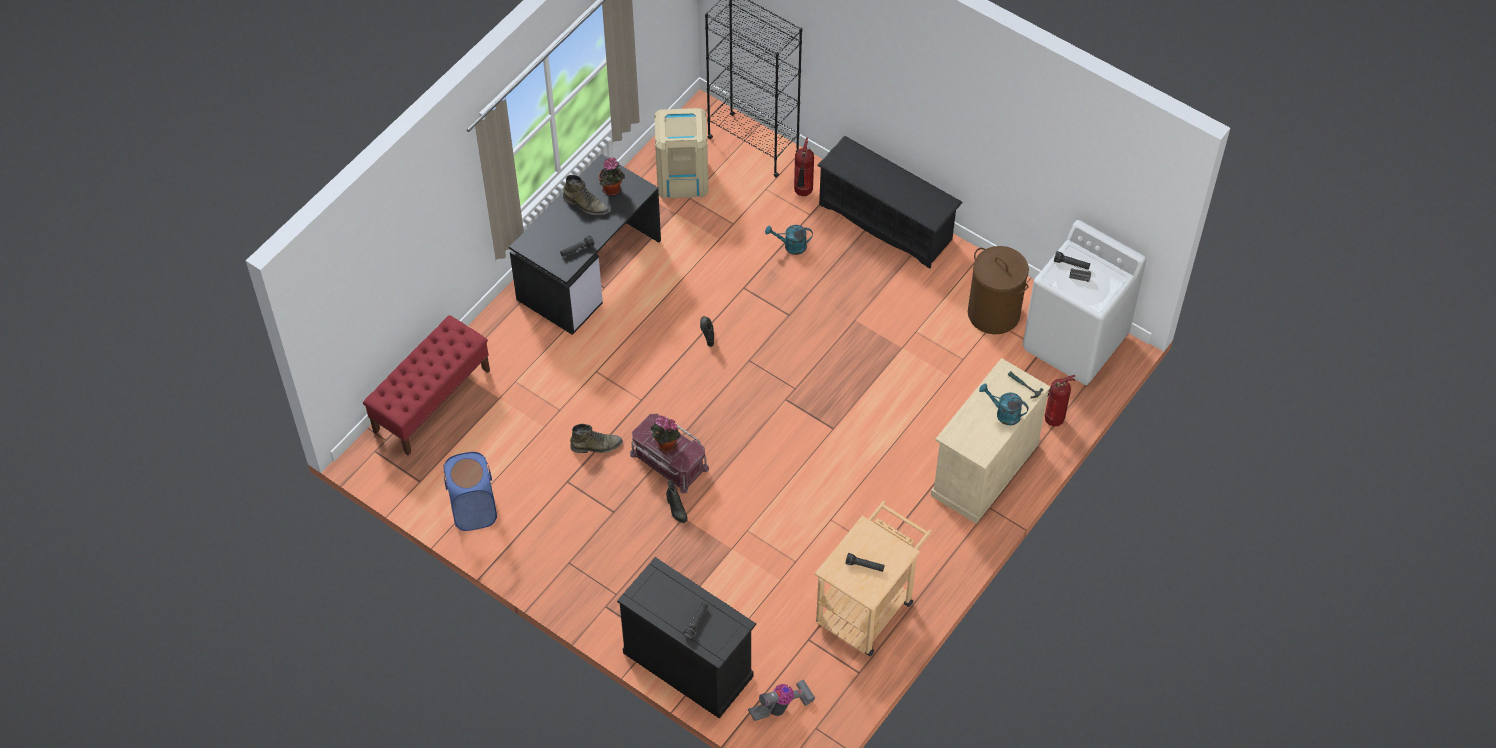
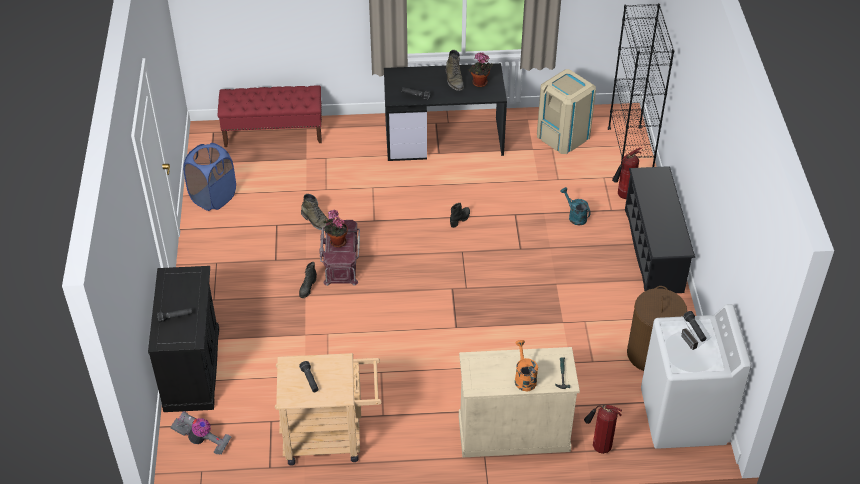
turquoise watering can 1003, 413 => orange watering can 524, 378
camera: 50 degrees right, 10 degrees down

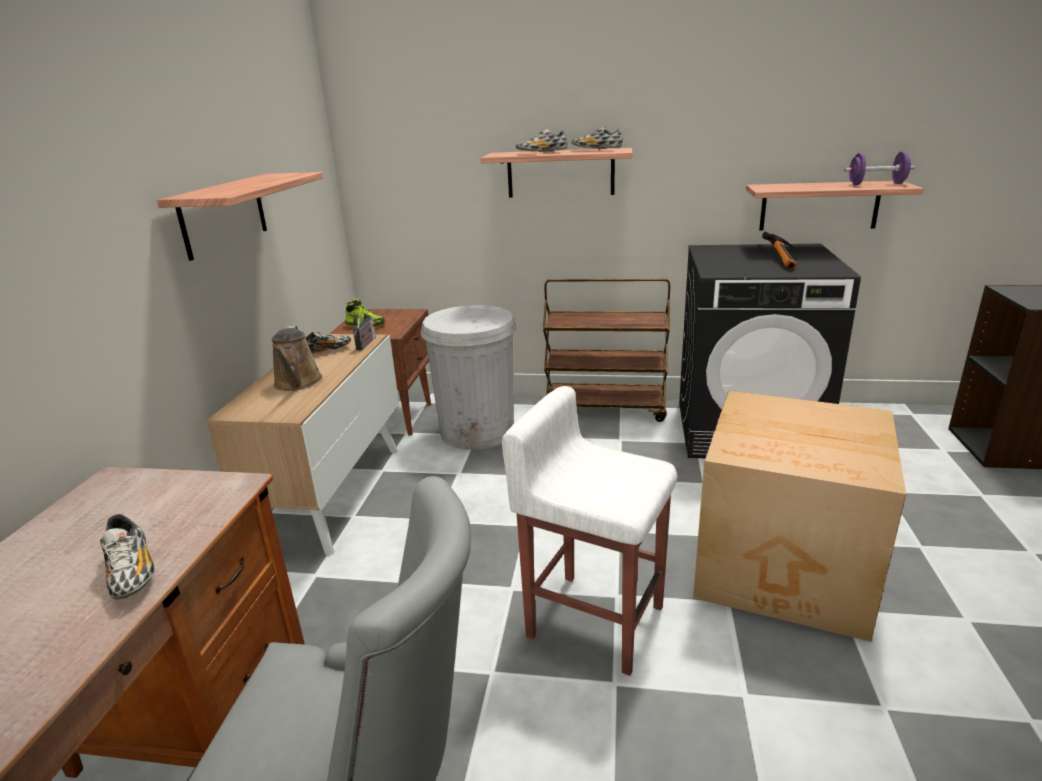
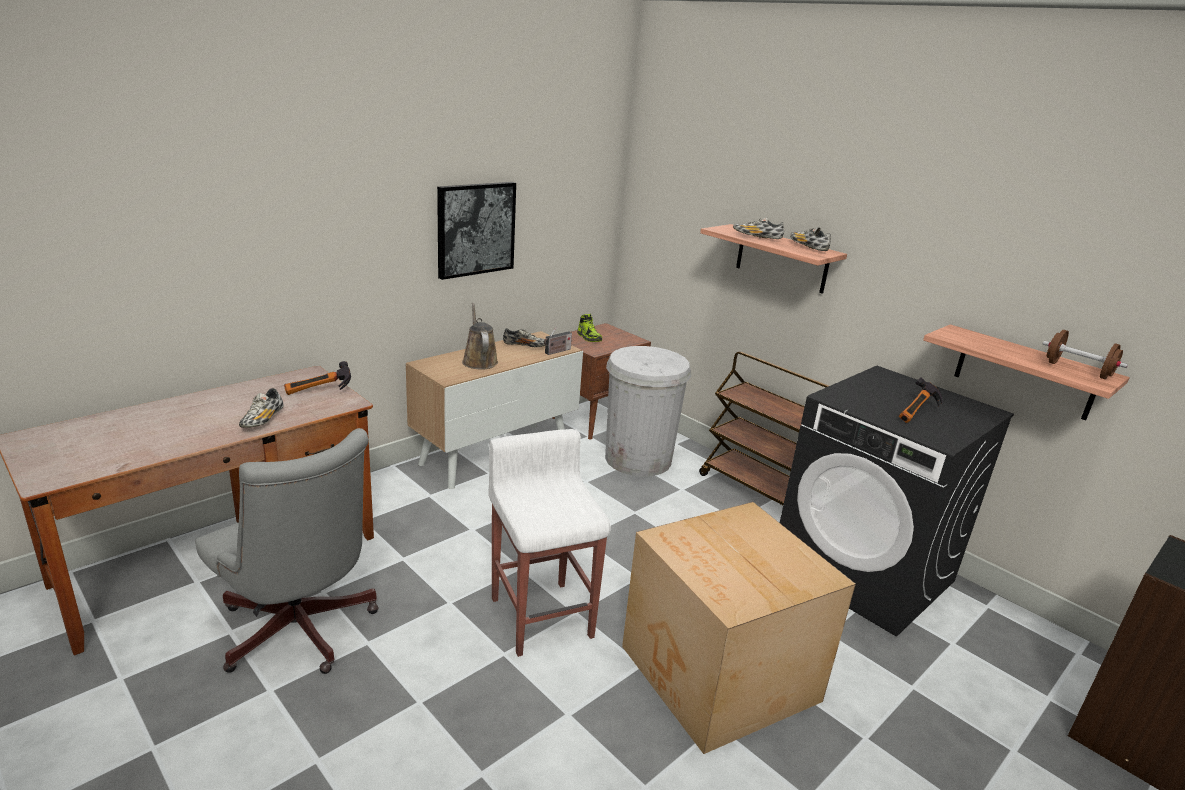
shelf 224, 215 => picture 475, 229
brown watering can 297, 383 => brown watering can 479, 361, 135 degrees clockwise
purple dumbbell 876, 184 => brown dumbbell 1077, 370
nothing => hammer 319, 392
camera: 35 degrees right, 0 degrees up

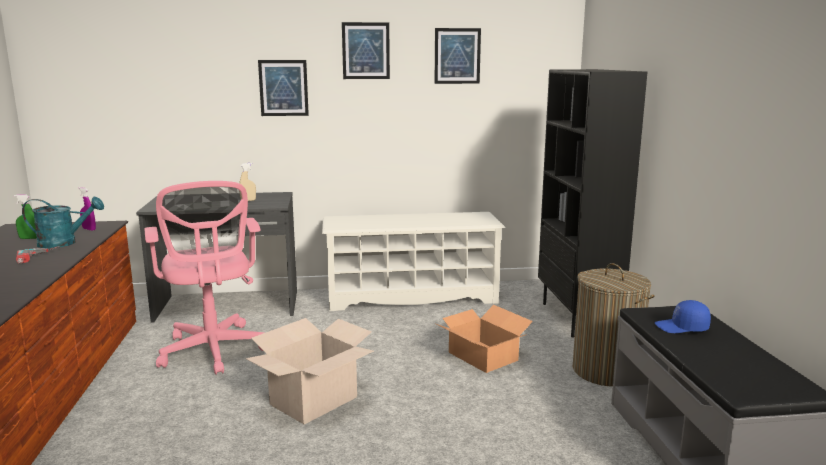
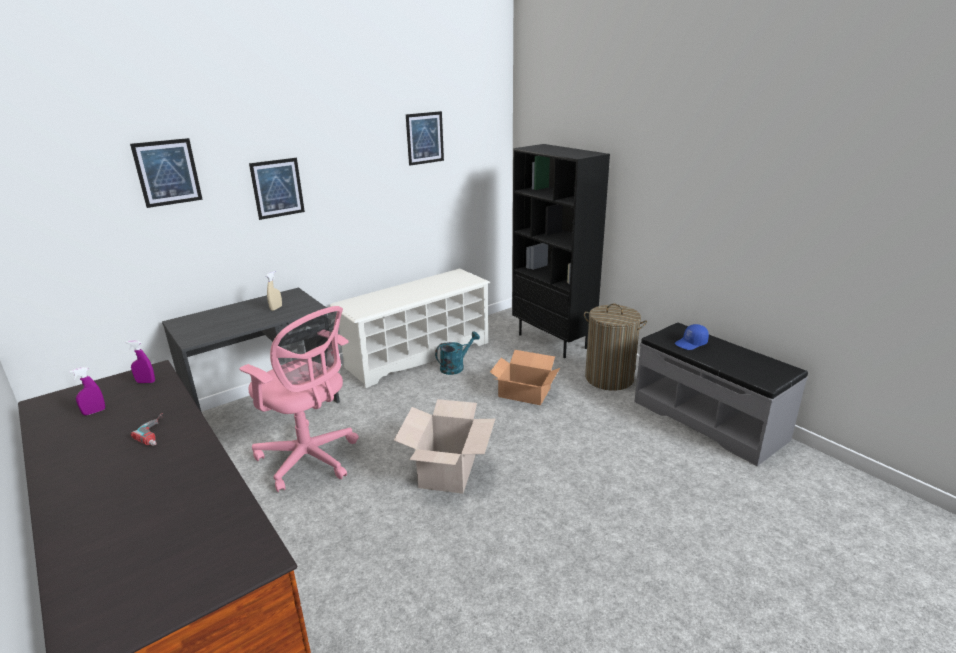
green spray bottle 29, 238 => purple spray bottle 94, 412
turquoise watering can 64, 243 => turquoise watering can 456, 367, relocated
picture 366, 51 => picture 167, 172, relocated
camera: 30 degrees left, 10 degrees up

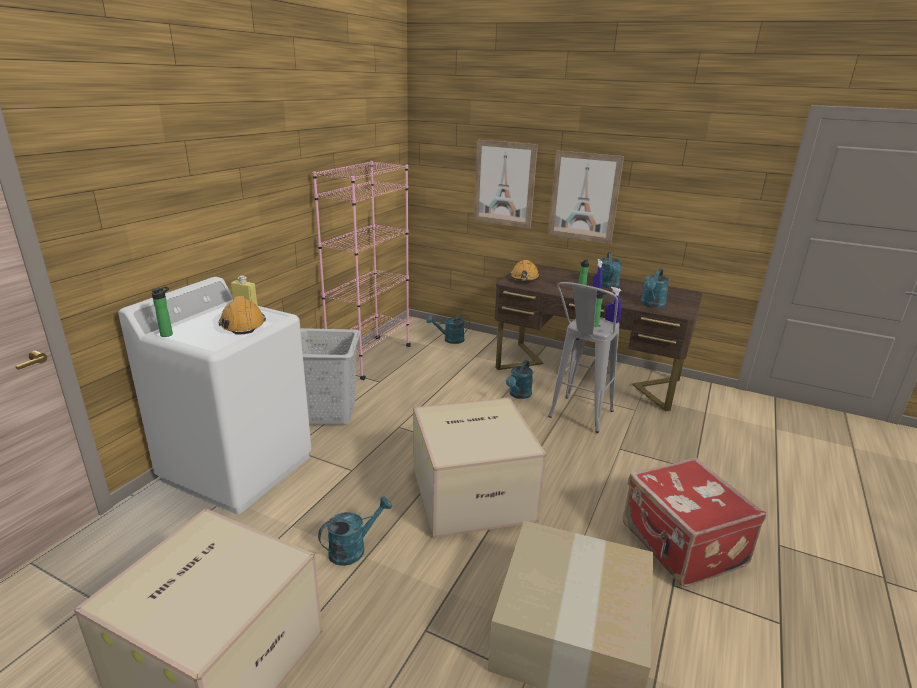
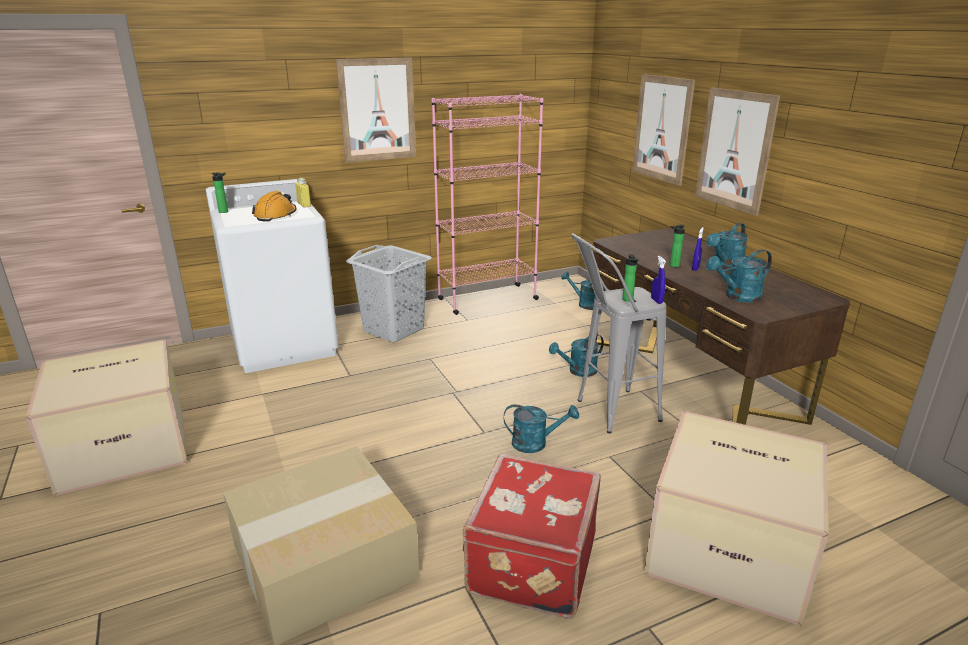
turquoise watering can 353, 548 => turquoise watering can 536, 443, relocated
cardboard box 473, 493 => cardboard box 730, 547, relocated
orange hard hat 524, 278 => nothing
nothing => picture 377, 110
camera: 40 degrees right, 0 degrees up

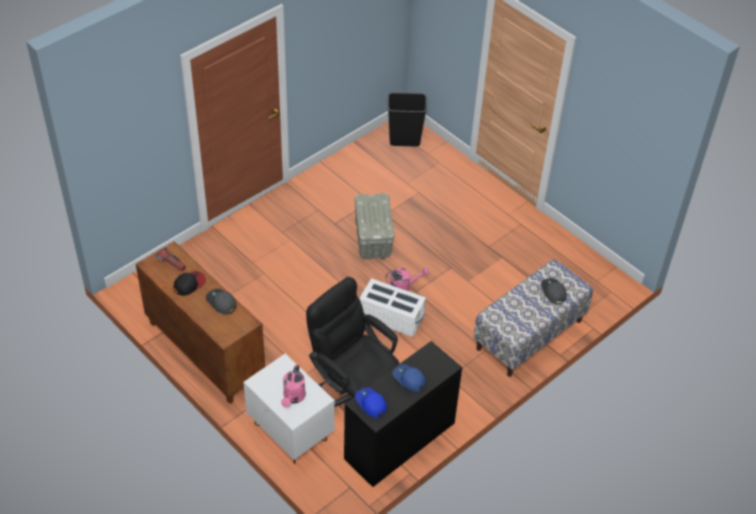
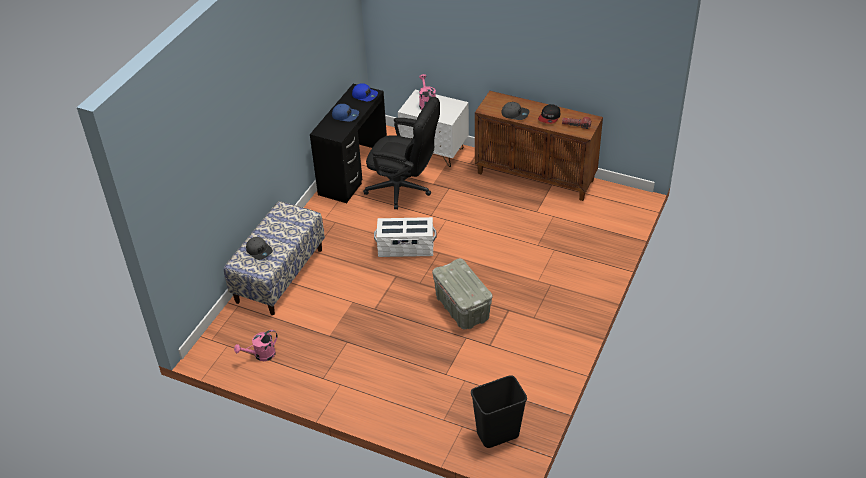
pink watering can 403, 287 => pink watering can 261, 355, relocated
camera: 160 degrees right, 5 degrees down

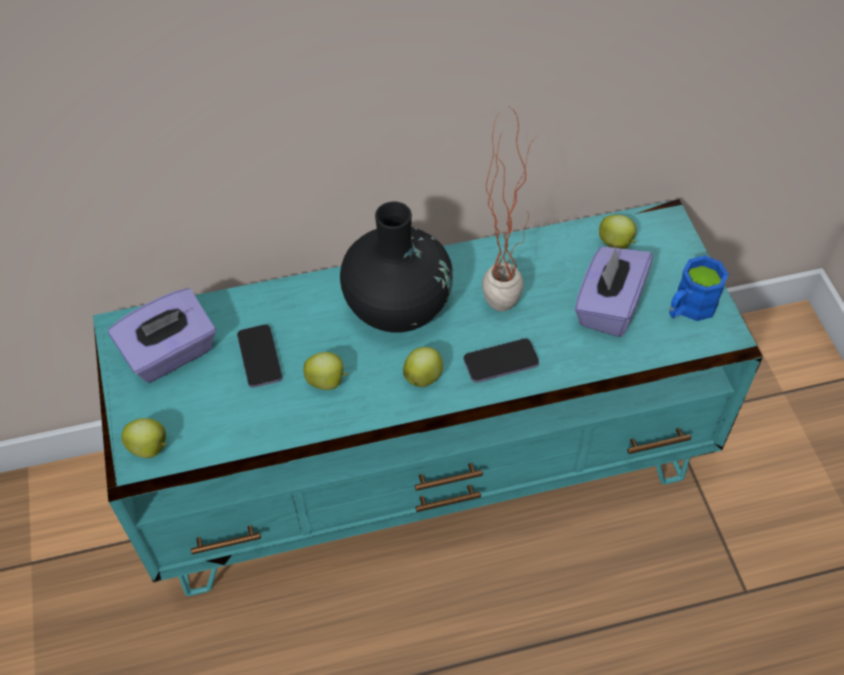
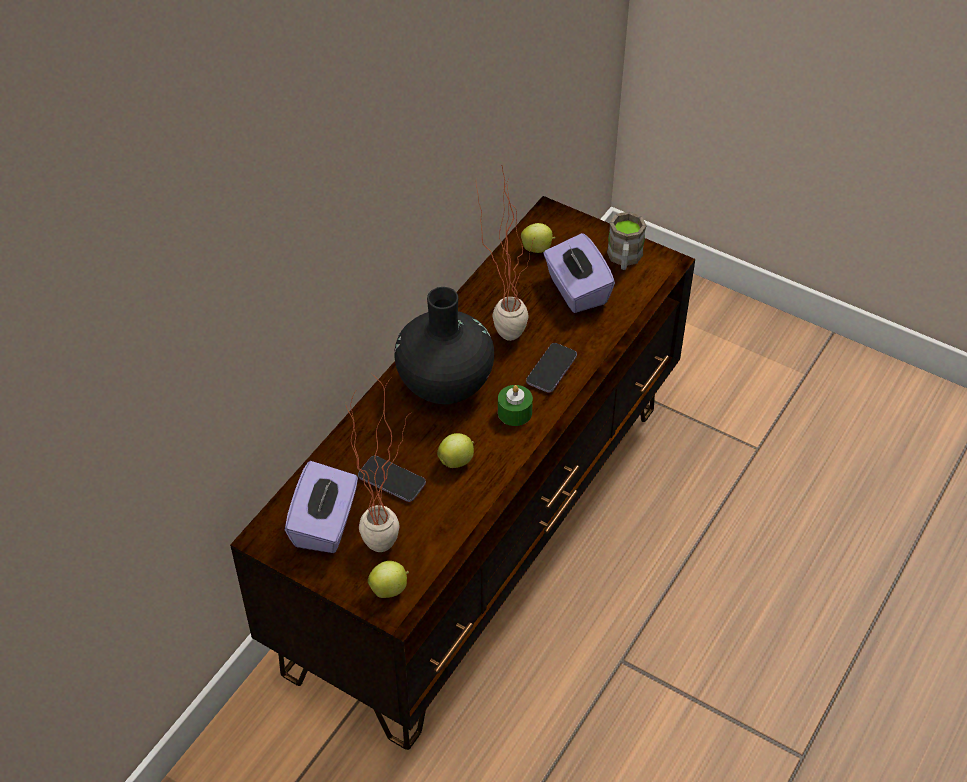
turquoise tv stand 426, 471 => brown tv stand 483, 533
apple 423, 376 => green candle 514, 412
blue mug 689, 308 => brown mug 624, 259
nothing => potted plant 390, 538
camera: 45 degrees left, 5 degrees down

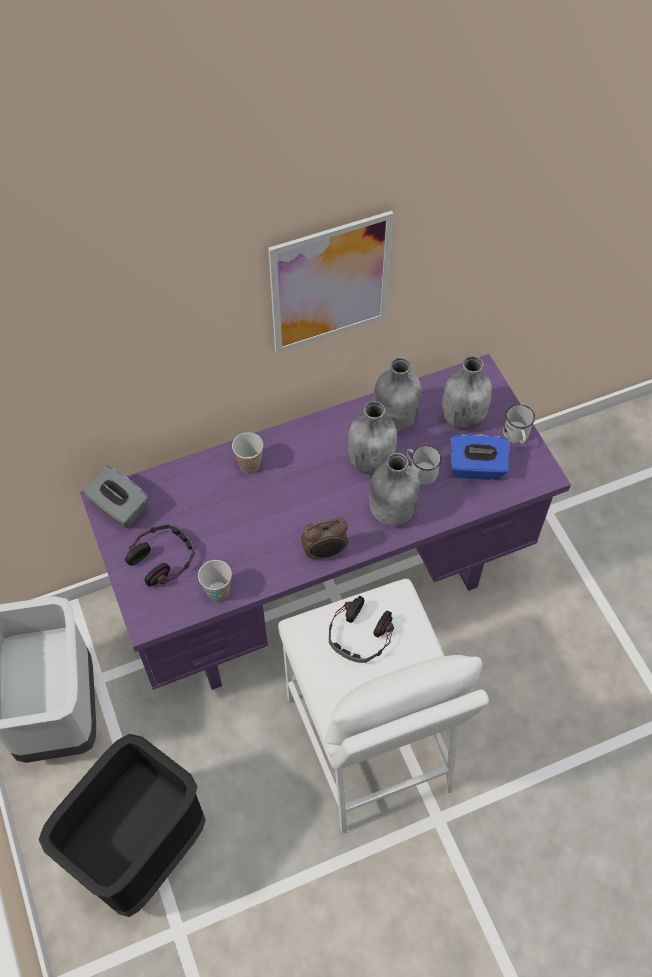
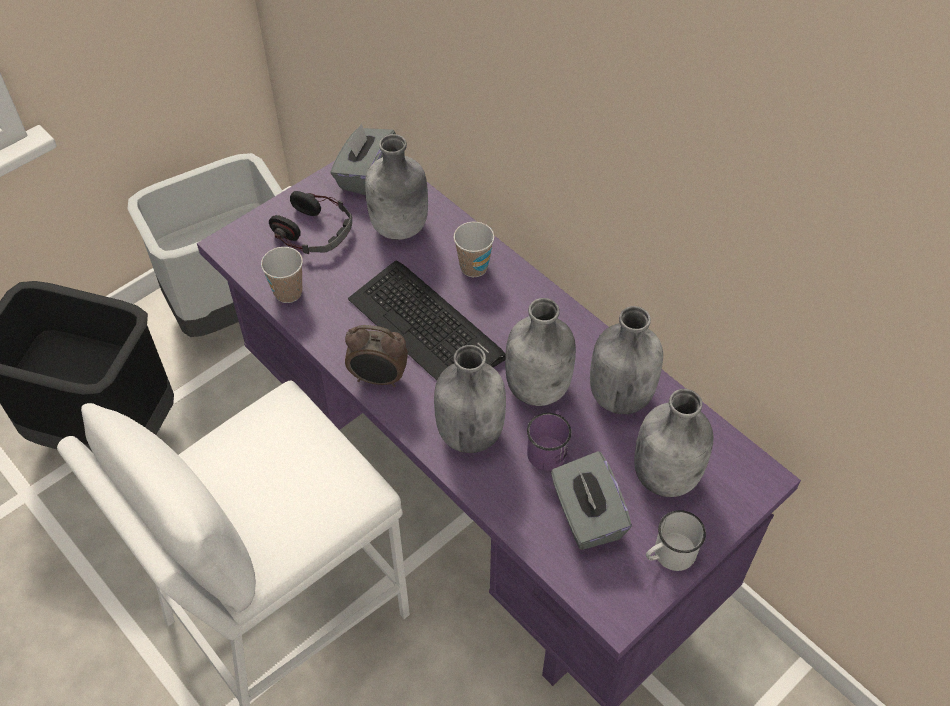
picture 330, 283 => nothing
alarm clock 325, 552 => alarm clock 378, 379, 45 degrees counterclockwise
headphones 360, 635 => nothing
white mug 420, 471 => purple mug 548, 448
blue tissue box 476, 468 => grey tissue box 586, 516
nothing => keyboard 426, 327
nothing => grey bottle 400, 227
camera: 70 degrees right, 5 degrees down

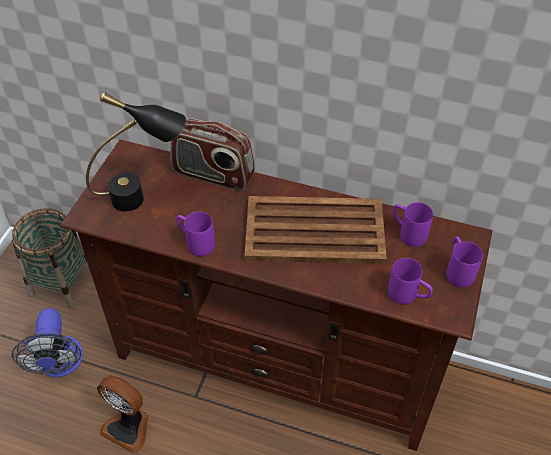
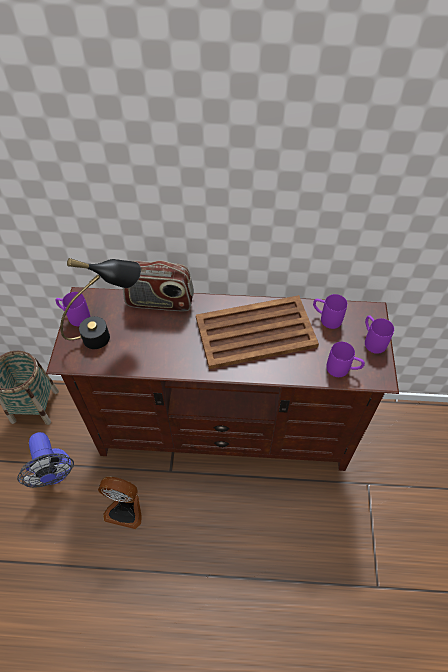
purple mug 195, 242 => purple mug 75, 316, relocated
camera: 15 degrees left, 5 degrees up

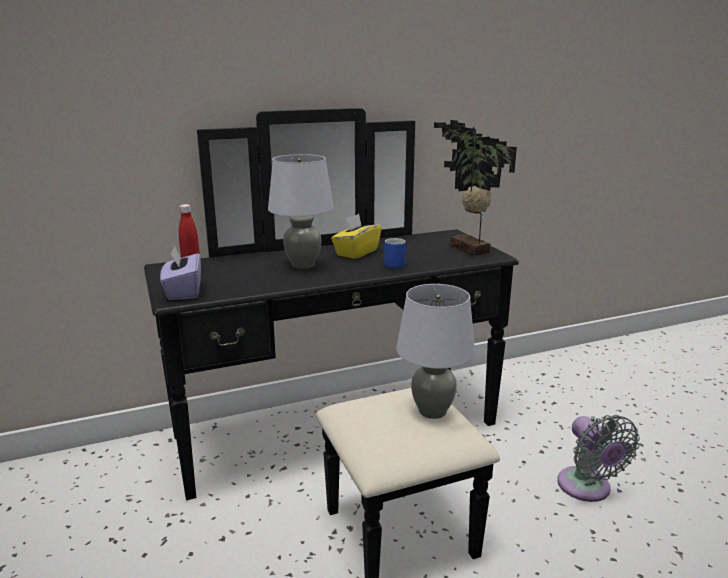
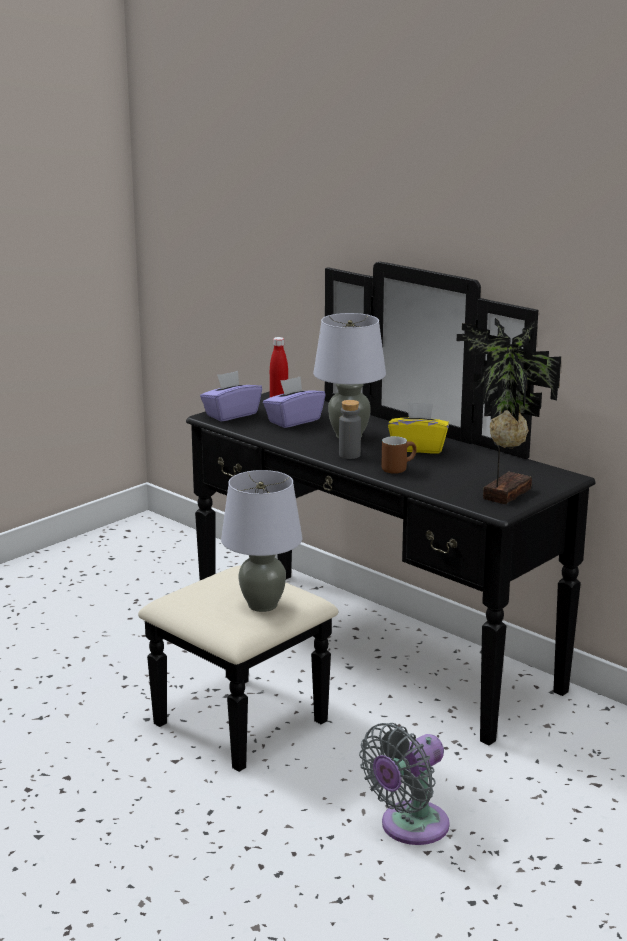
blue mug 392, 264 => brown mug 397, 468
nothing => purple tissue box 293, 421
nothing => grey bottle 349, 455
camera: 65 degrees right, 0 degrees up

